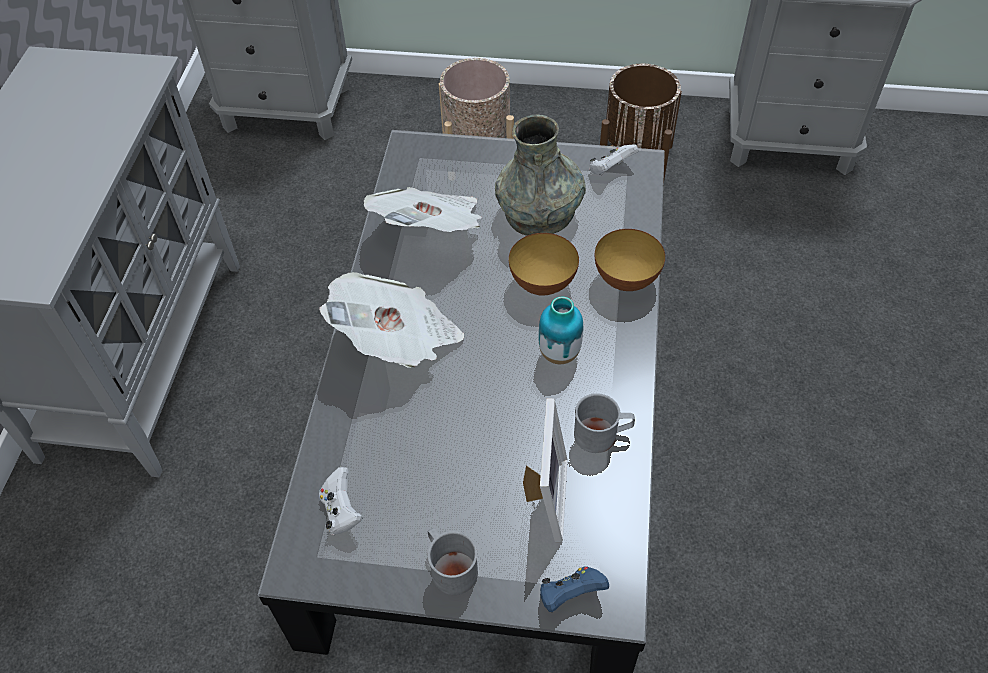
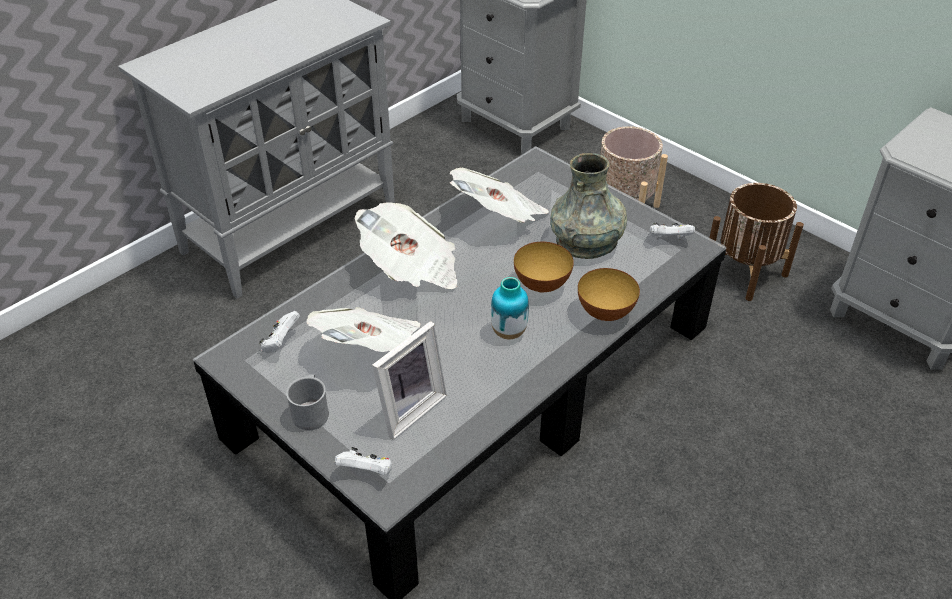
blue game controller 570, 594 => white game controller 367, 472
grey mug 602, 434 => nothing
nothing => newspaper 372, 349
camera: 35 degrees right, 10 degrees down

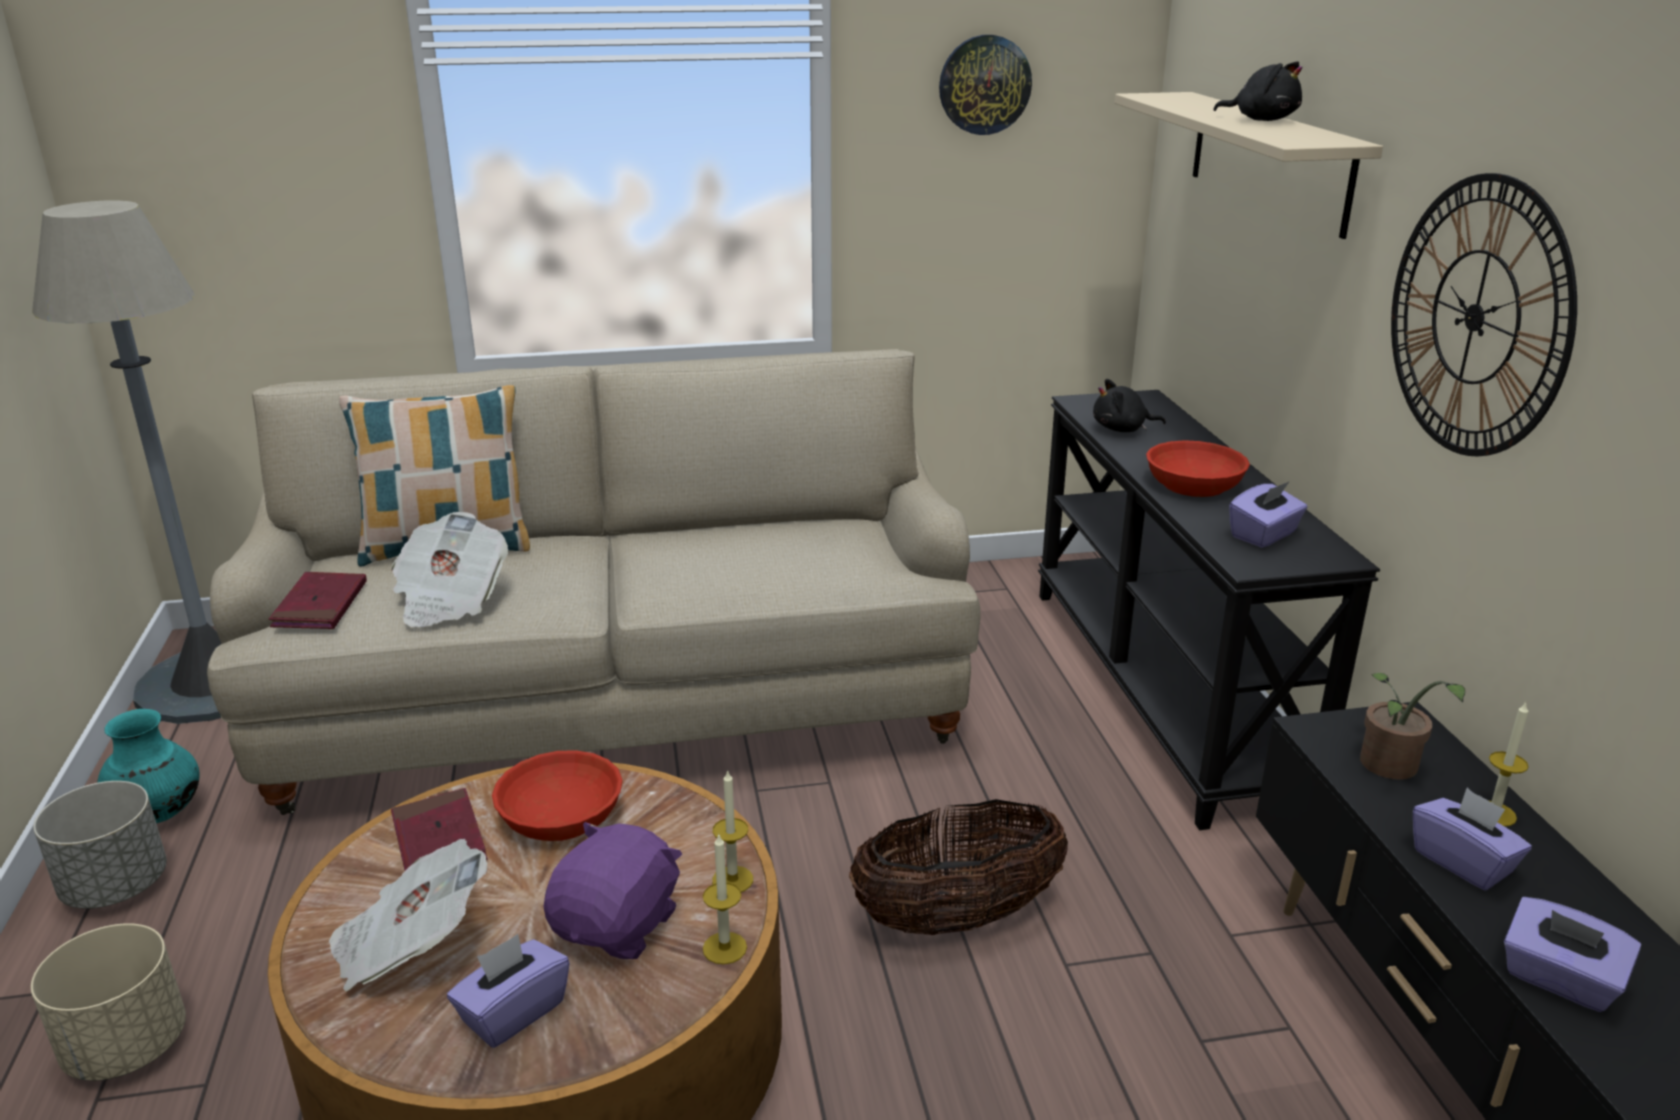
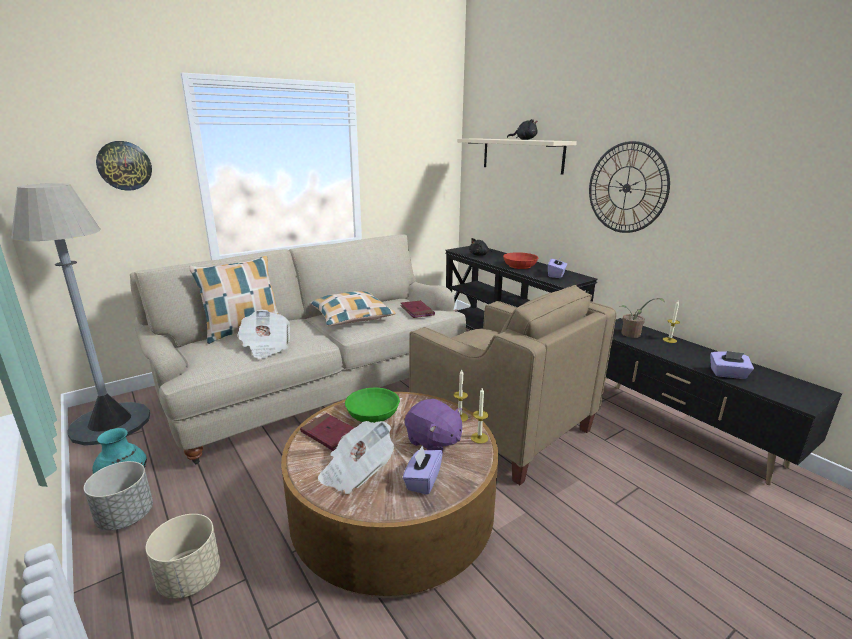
red book 320, 605 => red book 417, 311, relocated
red bowl 561, 815 => green bowl 372, 414
purple plush toy 619, 926 => purple plush toy 433, 442, 135 degrees clockwise
basket 957, 917 => beige armchair 501, 426
wall clock 984, 85 => wall clock 124, 165, relocated
purple tissue box 1462, 862 => nothing
nothing => pillow 352, 317
camera: 25 degrees left, 5 degrees down

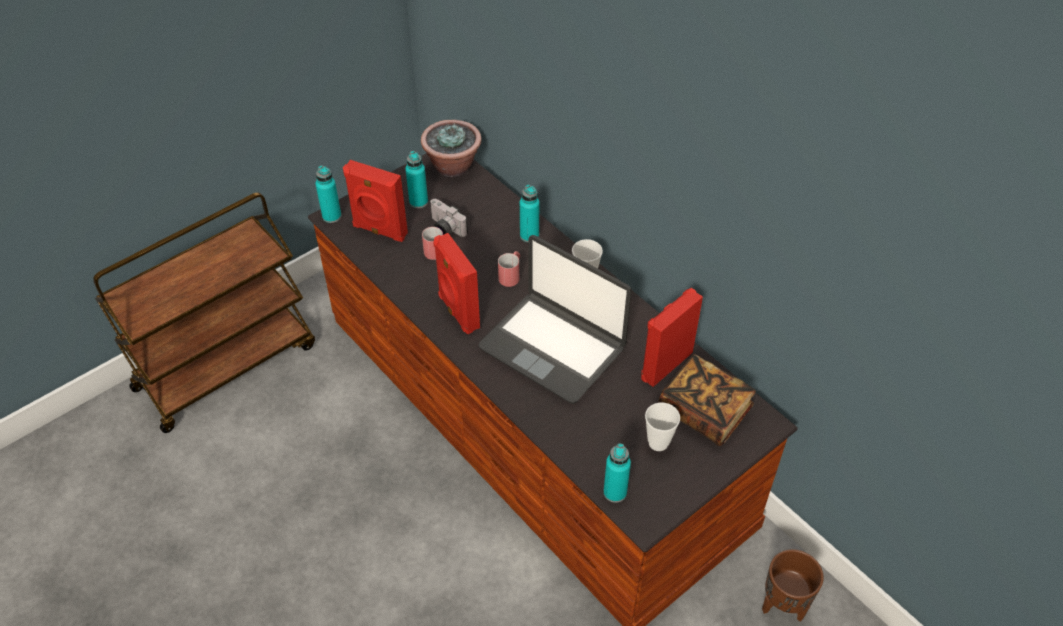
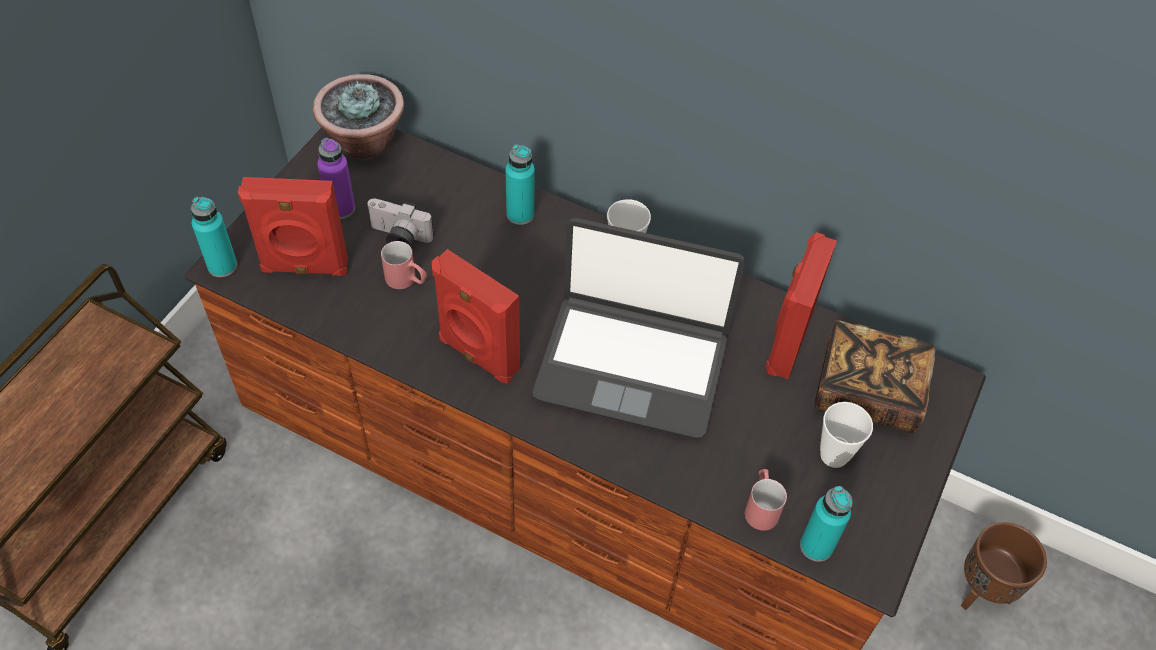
turquoise bottle 418, 202 => purple bottle 341, 208
red mug 511, 275 => red mug 761, 506, relocated
camera: 25 degrees left, 5 degrees up

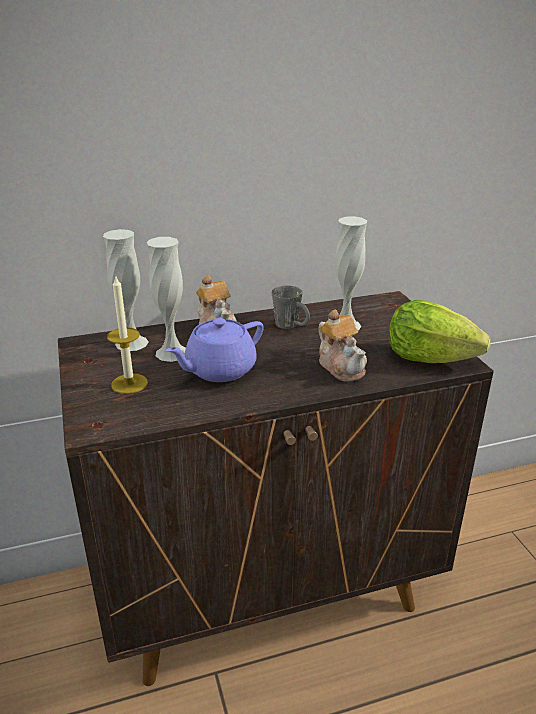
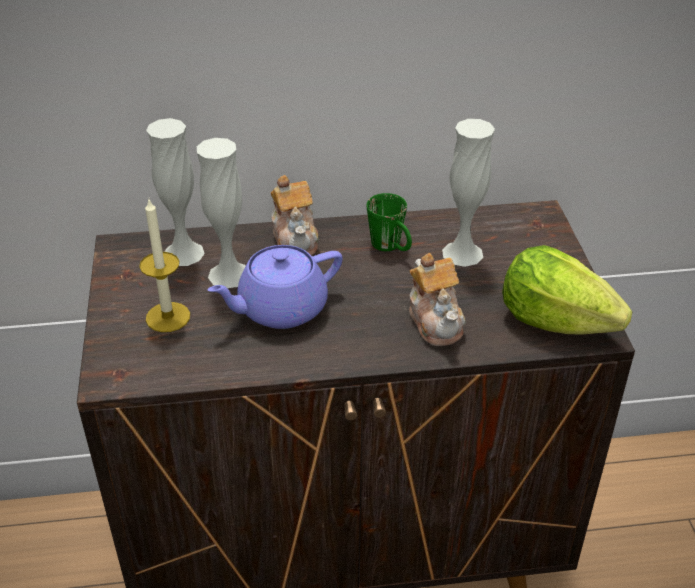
grey mug 292, 326 => green mug 392, 247
camera: 10 degrees right, 10 degrees up

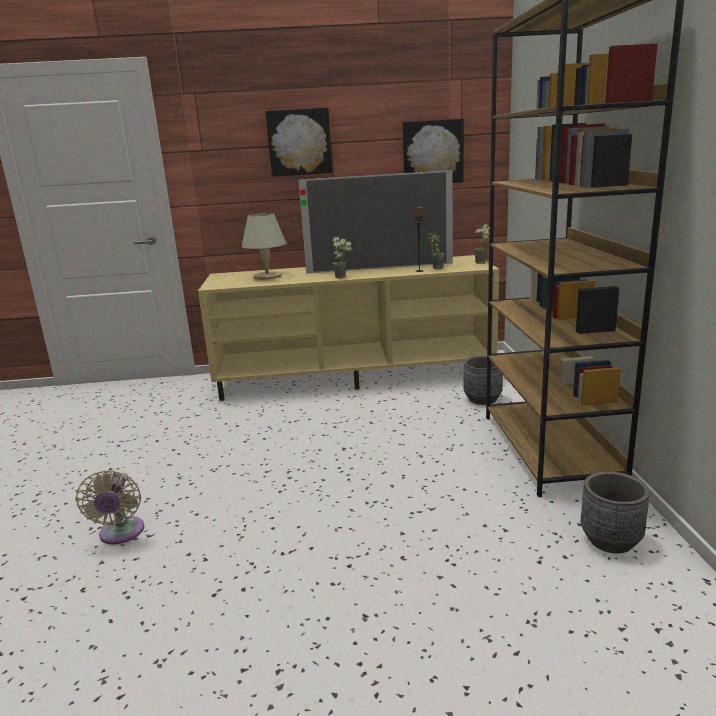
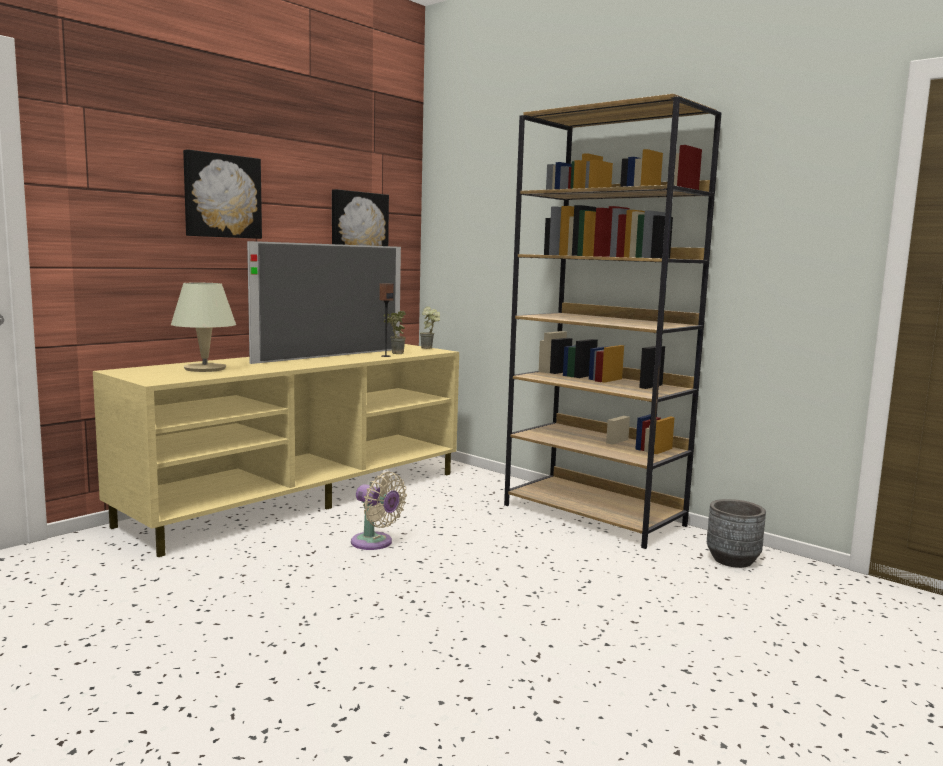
beige fan 121, 534 => beige fan 375, 543, relocated
potted plant 343, 277 => nothing
grey planter 482, 399 => nothing
camera: 45 degrees left, 10 degrees down

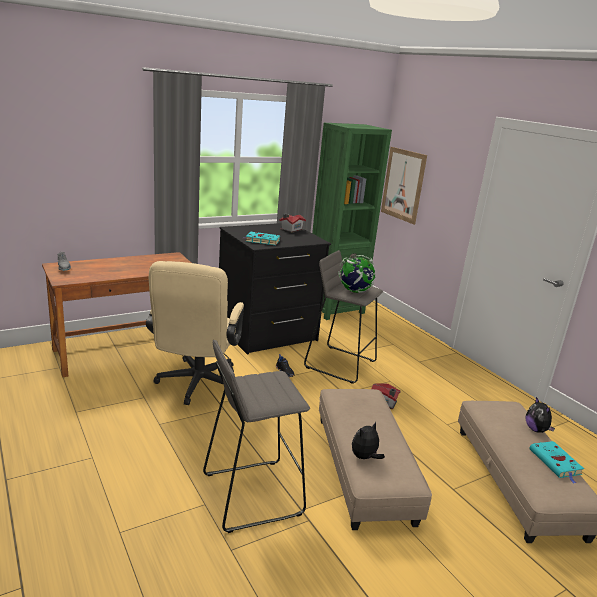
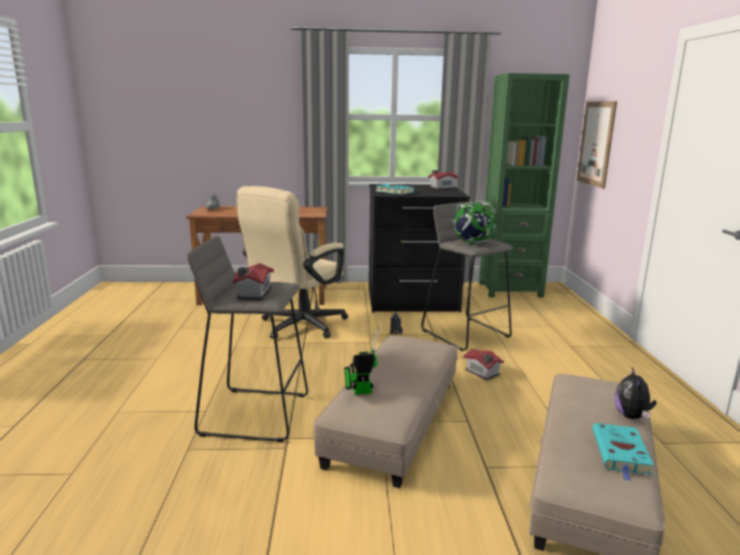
plush toy 364, 457 => toy robot 359, 392
nothing => toy house 253, 294
camera: 30 degrees right, 5 degrees down

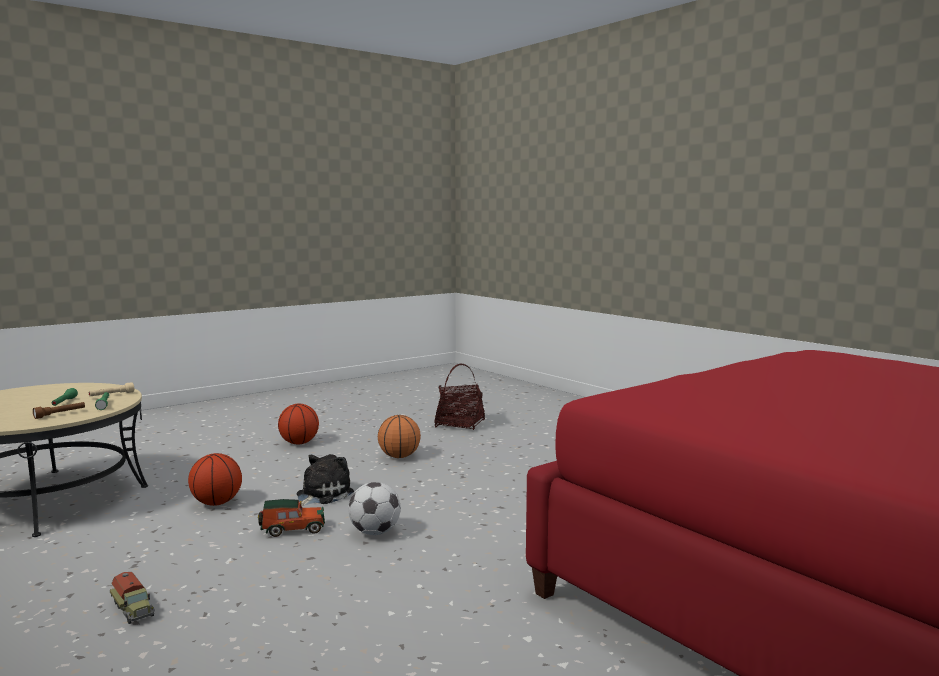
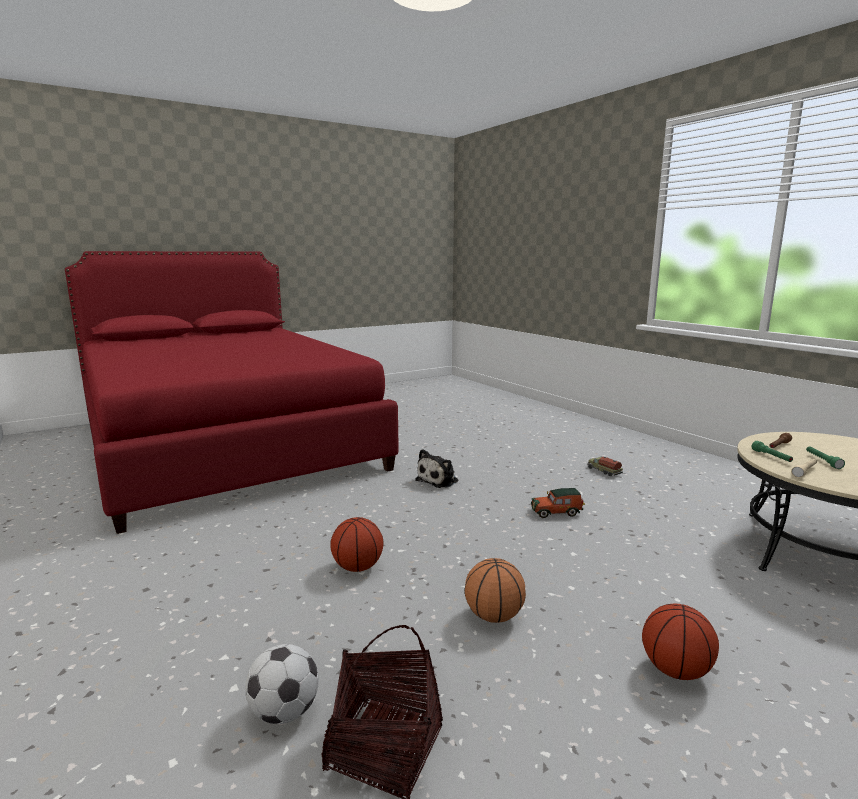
basketball 216, 503 => basketball 358, 567, relocated
plush toy 321, 495 => plush toy 439, 480, relocated
football 375, 532 => football 284, 712, relocated
camera: 175 degrees left, 5 degrees up

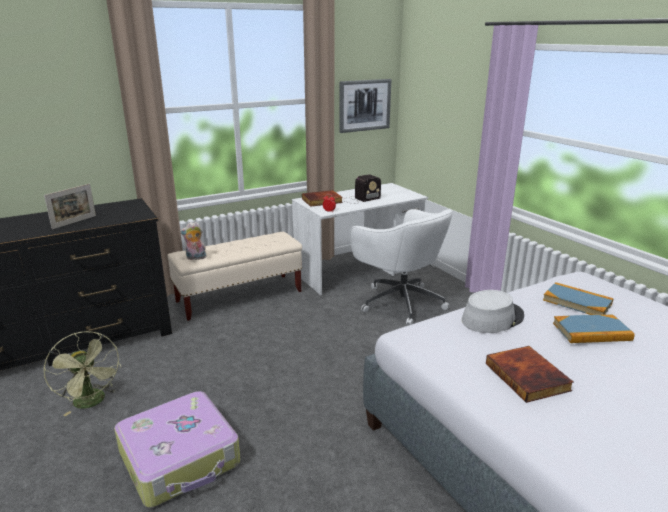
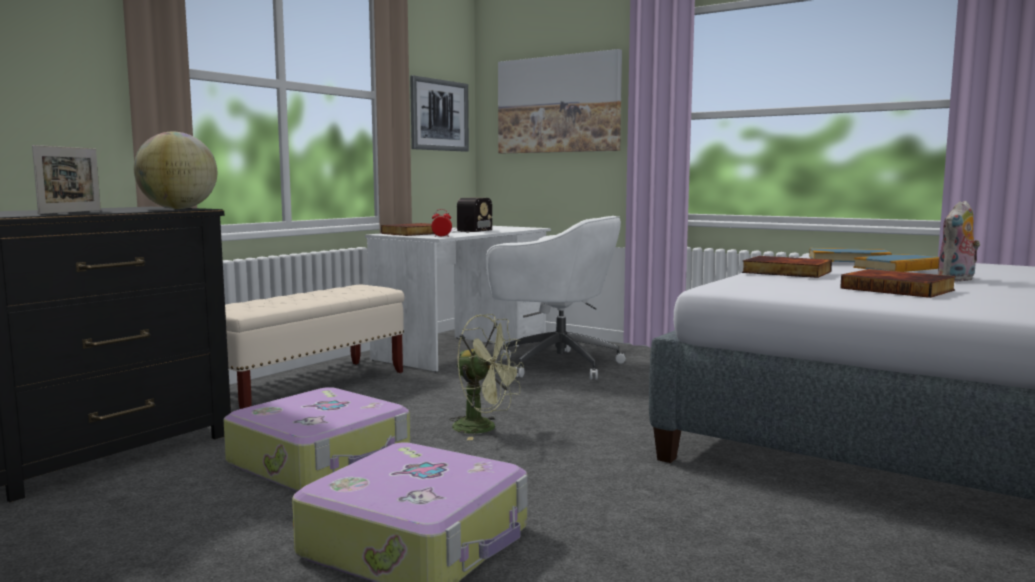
green fan 92, 402 => green fan 484, 428, relocated
plush toy 195, 258 => plush toy 957, 280, relocated
grey hat 492, 318 => book 785, 272
nothing => globe 178, 209
nothing => suitcase 322, 460
nothing => picture 558, 104
camera: 25 degrees left, 15 degrees down

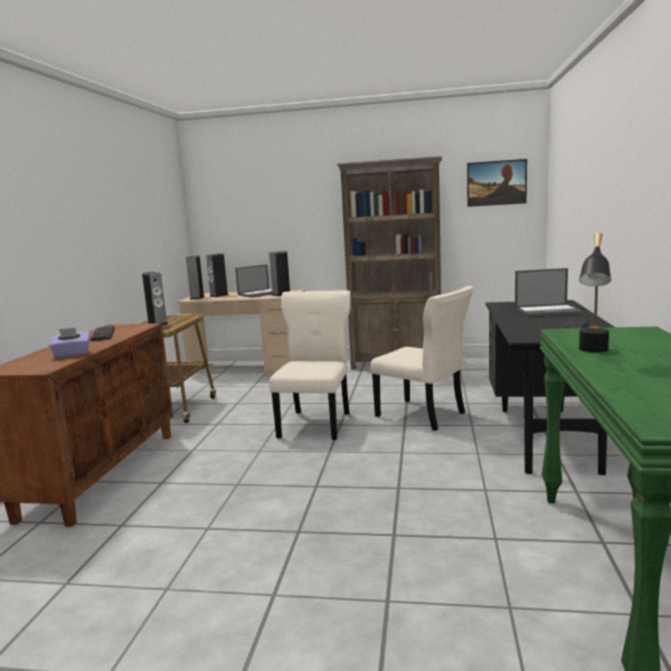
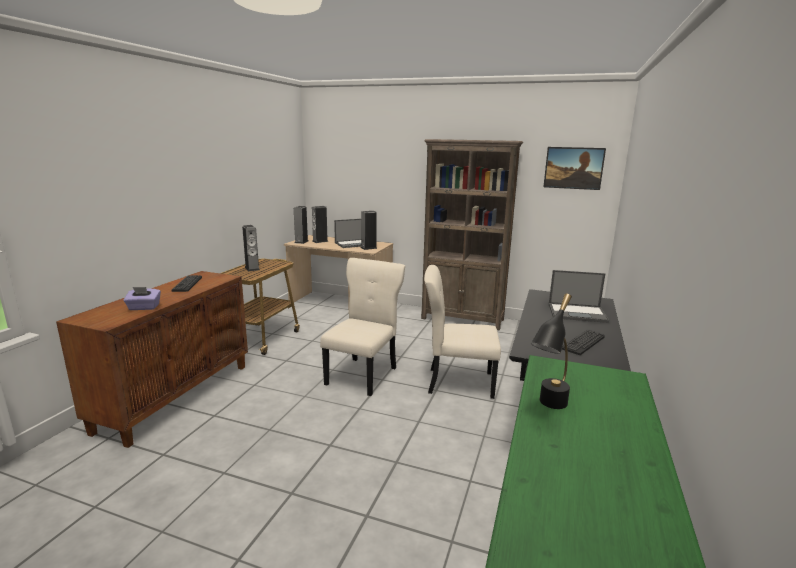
beige chair 423, 415 => beige chair 457, 382, 135 degrees clockwise
camera: 10 degrees right, 5 degrees up

